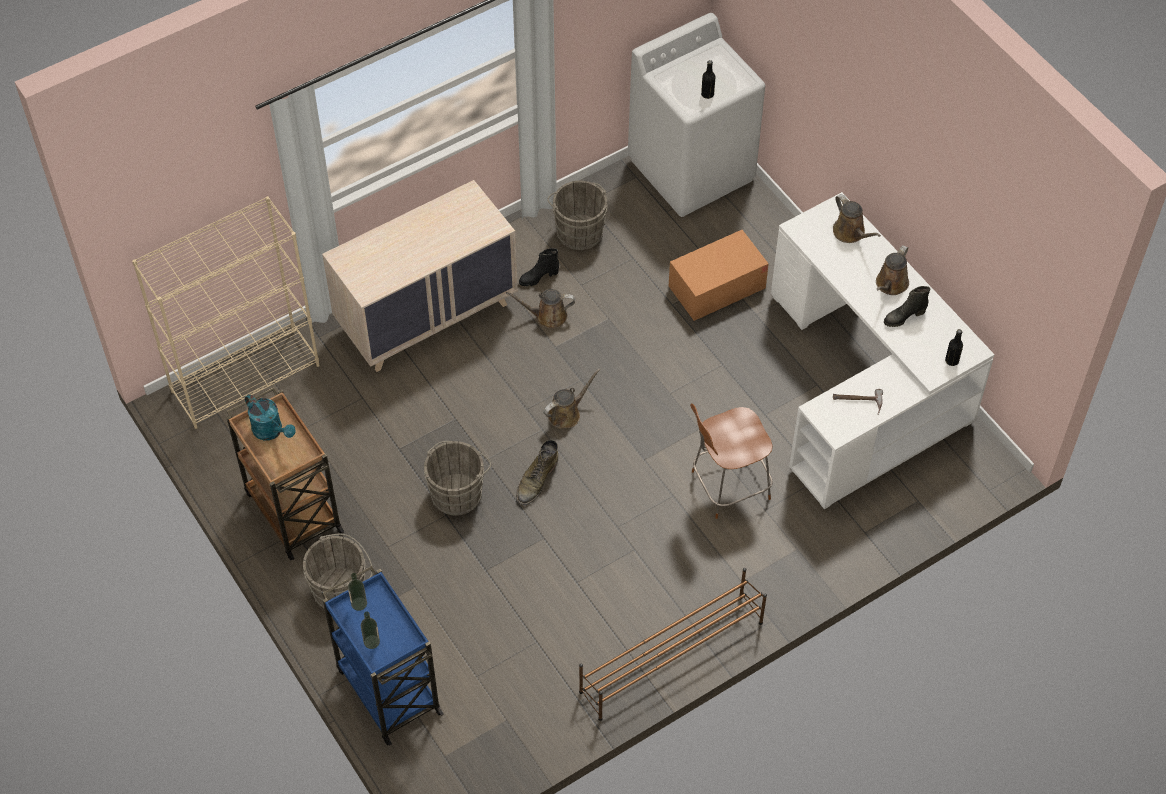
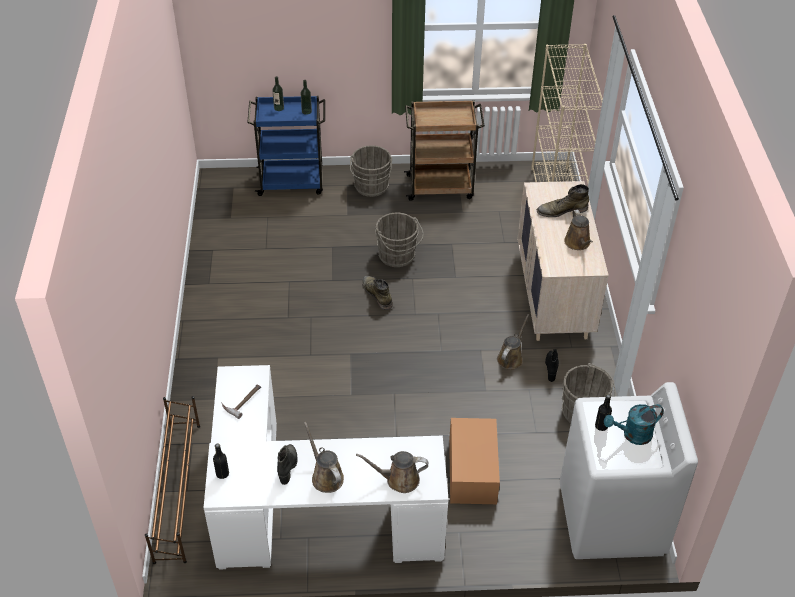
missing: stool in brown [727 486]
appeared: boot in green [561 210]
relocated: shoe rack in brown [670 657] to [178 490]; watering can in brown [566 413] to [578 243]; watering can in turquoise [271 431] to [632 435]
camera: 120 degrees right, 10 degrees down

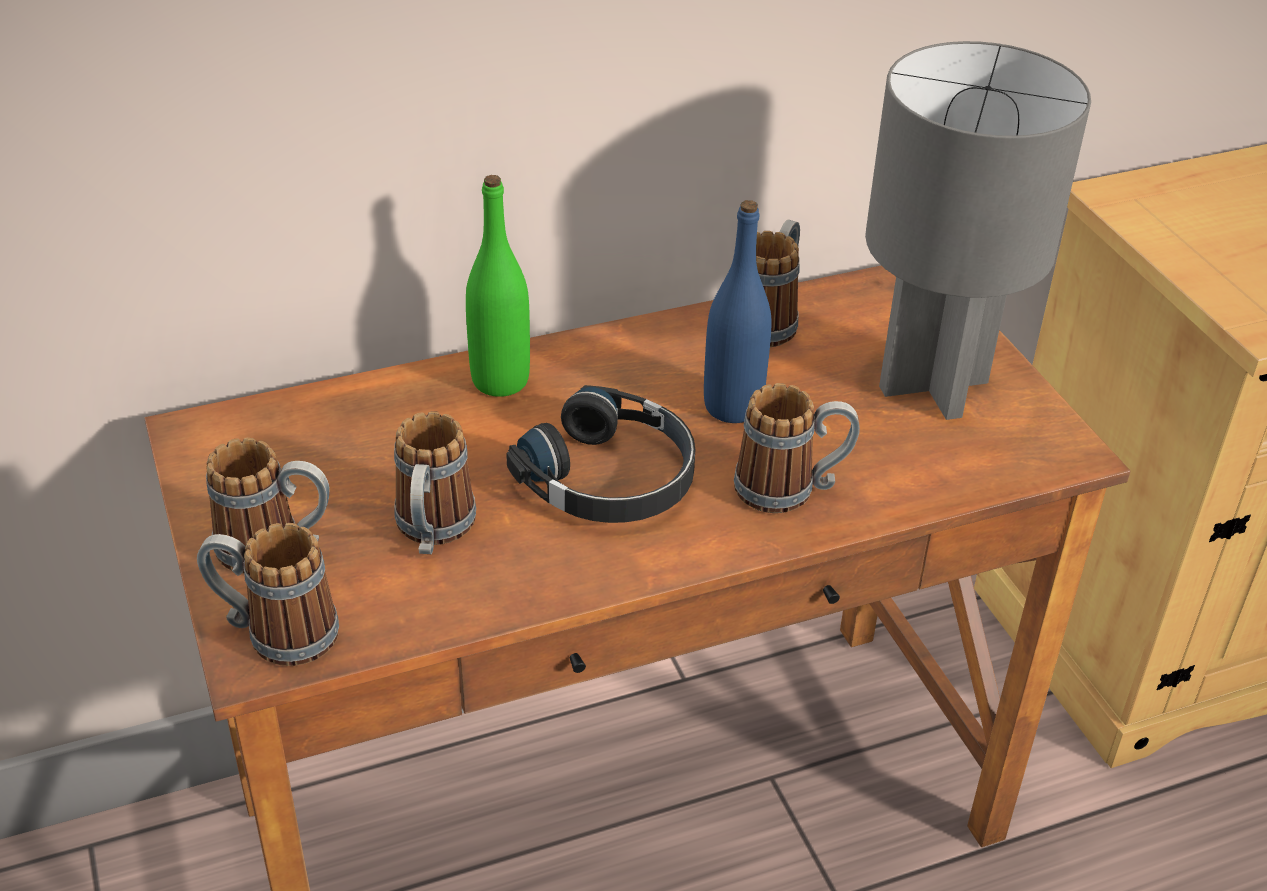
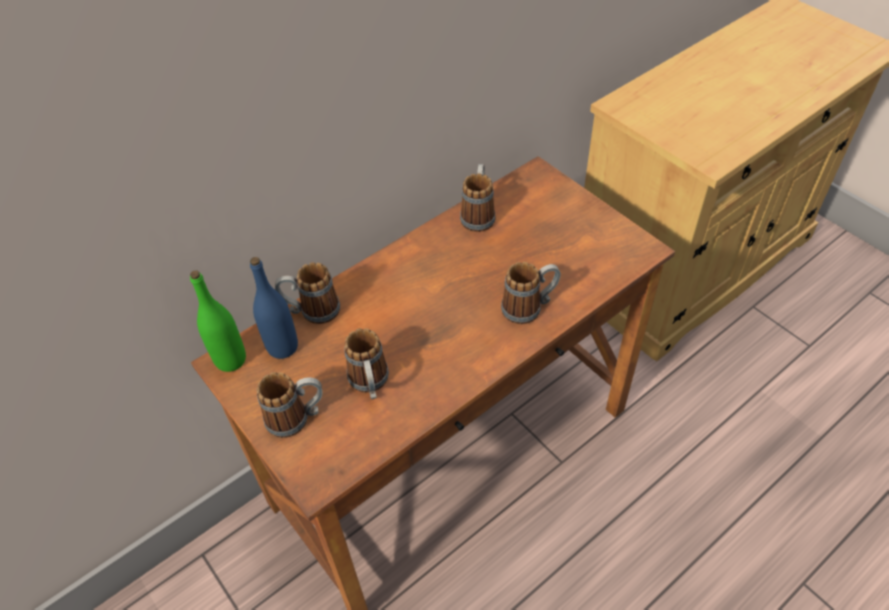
missing: headphones in black [611 478]; table lamp in grey [934 383]
relocated: bottle in green [500 381] to [230 360]; bottle in blue [732 407] to [282 347]; mug [275 633] to [312 311]
camera: 15 degrees left, 10 degrees up

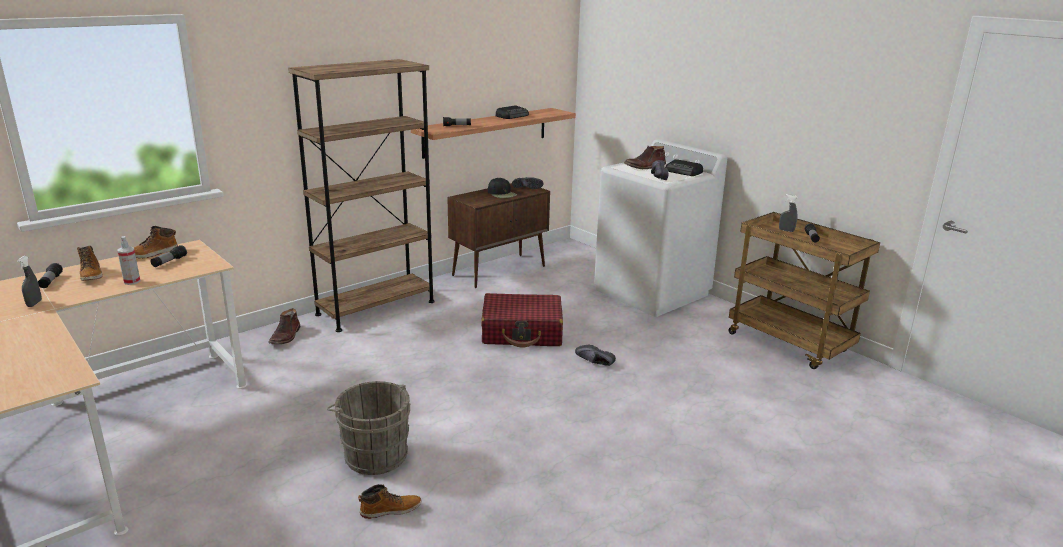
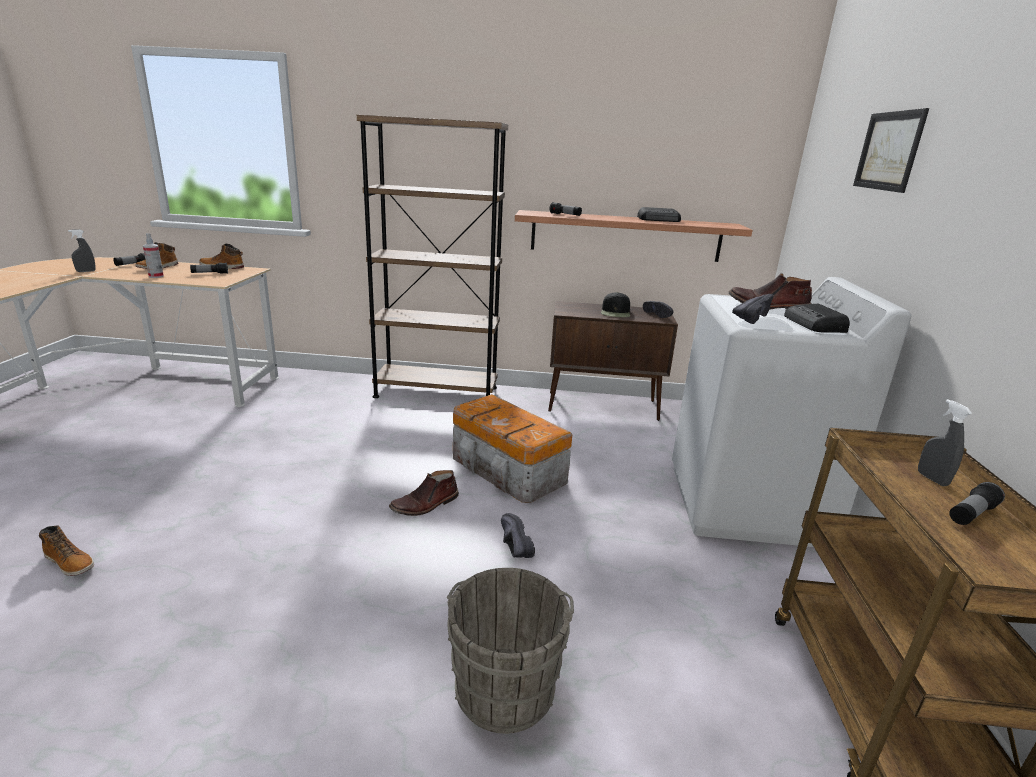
appeared: picture [888 151]
relocated: boot in brown [286 336] to [425 505]; bucket in grey [374 454] to [505 684]
exchanged: suitcase in red [522 332] to storage box [507 471]
camera: 45 degrees right, 0 degrees up

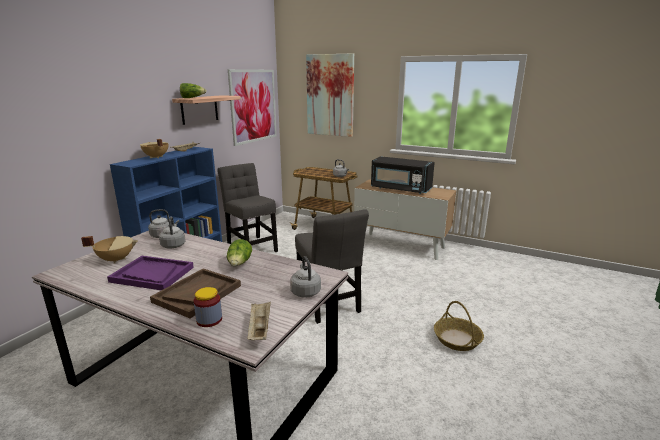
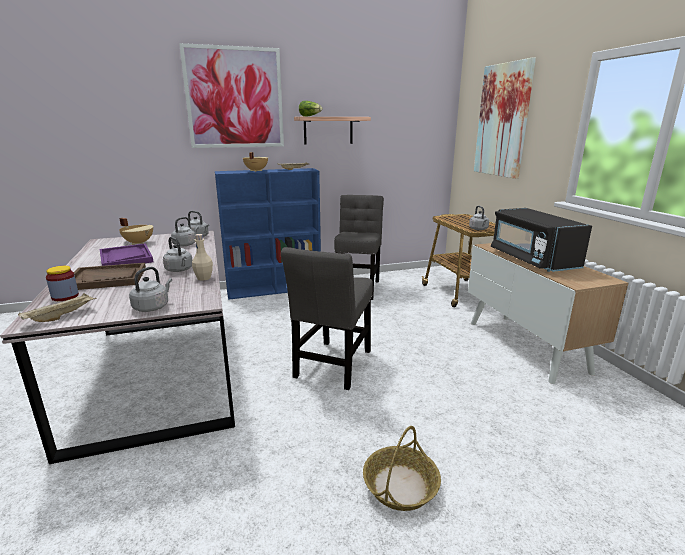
appeared: bottle in beige [204 278]
relocated: picture [253 106] to [235 98]
exchanged: lettuce [239 264] to kettle in grey [180 270]
camera: 45 degrees right, 0 degrees up

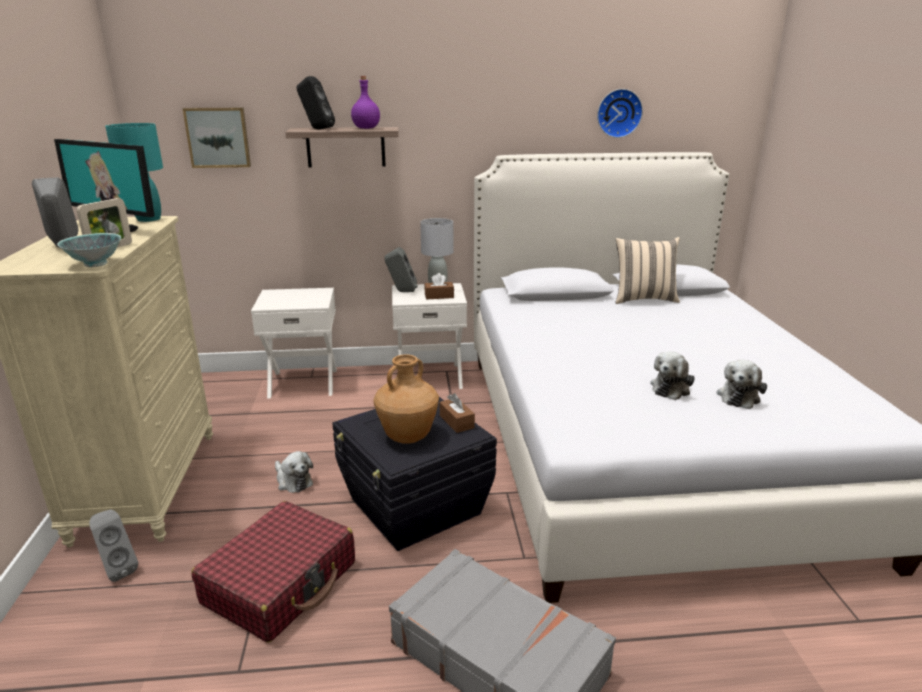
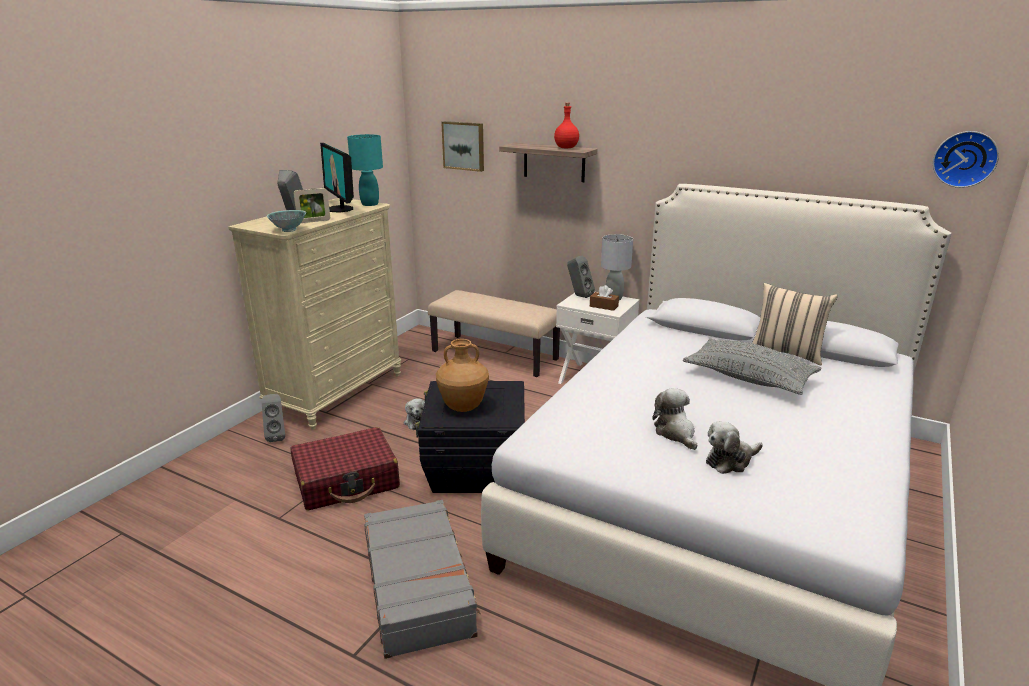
missing: speaker in black [316 129]; tissue box in brown [456 422]
appeared: pillow in grey [749 378]
relocated: wall clock [618 113] to [964 159]
exchanged: nightstand in white [303 382] to bench in beige [495 355]
colour: bottle in purple [366 128] to bottle in red [566 148]
spun: plush toy [671 388] = [675 433] 90 degrees clockwise
camera: 35 degrees right, 0 degrees up

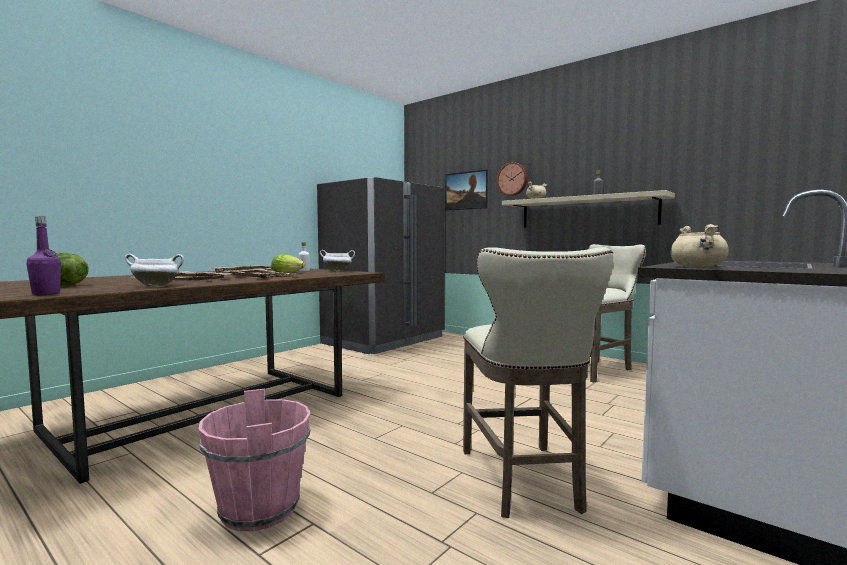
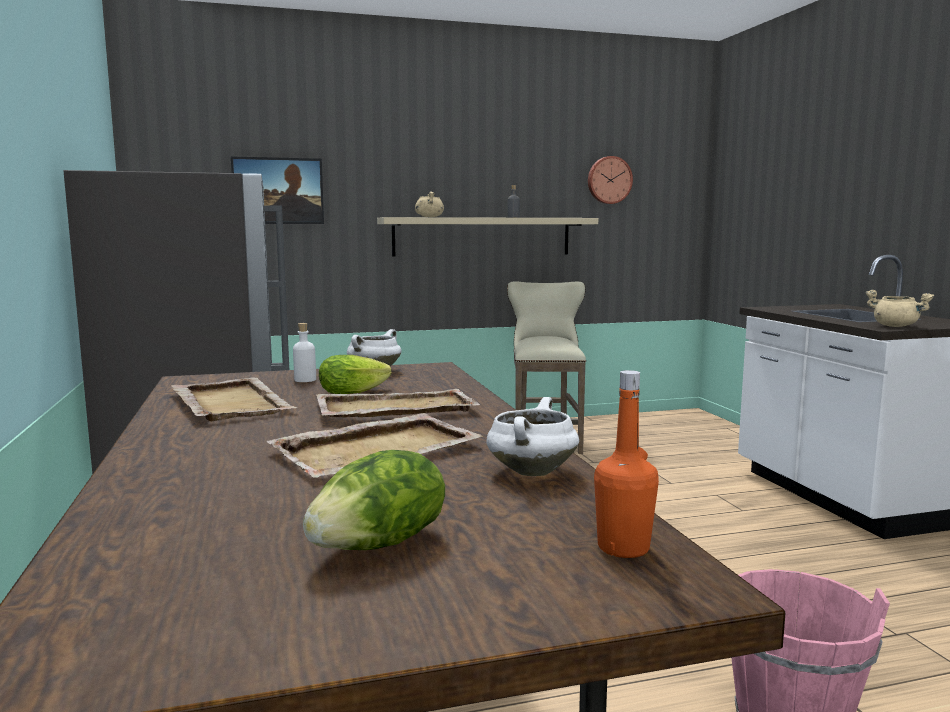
missing: stool in beige [523 482]
relocated: wall clock [512 179] to [609 180]
colour: bottle in purple [46 294] to bottle in orange [623 548]
camera: 55 degrees left, 5 degrees up

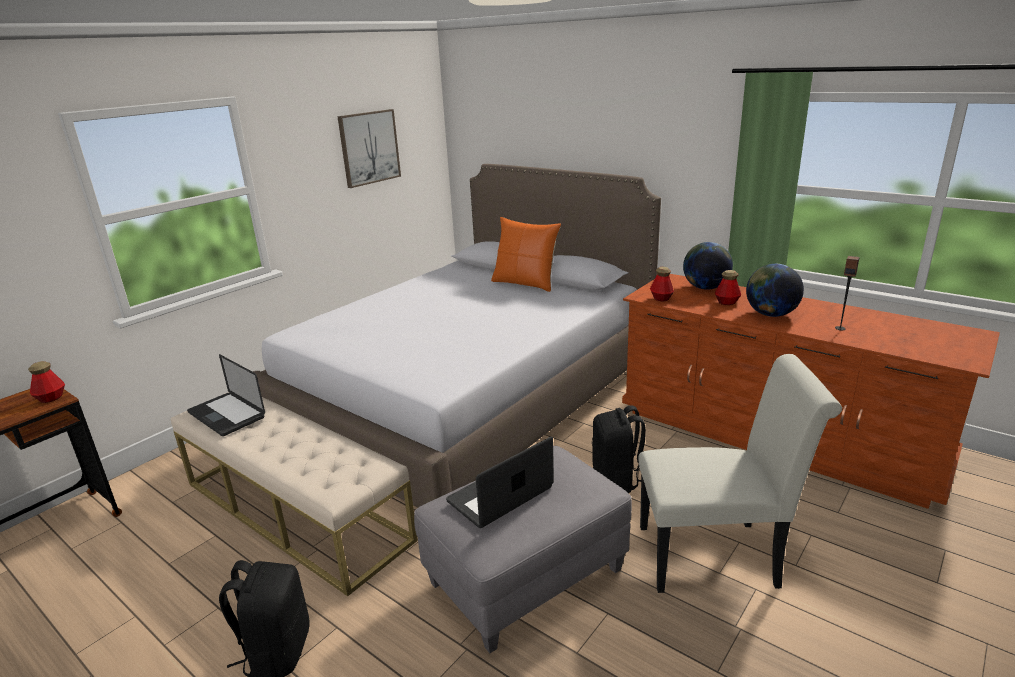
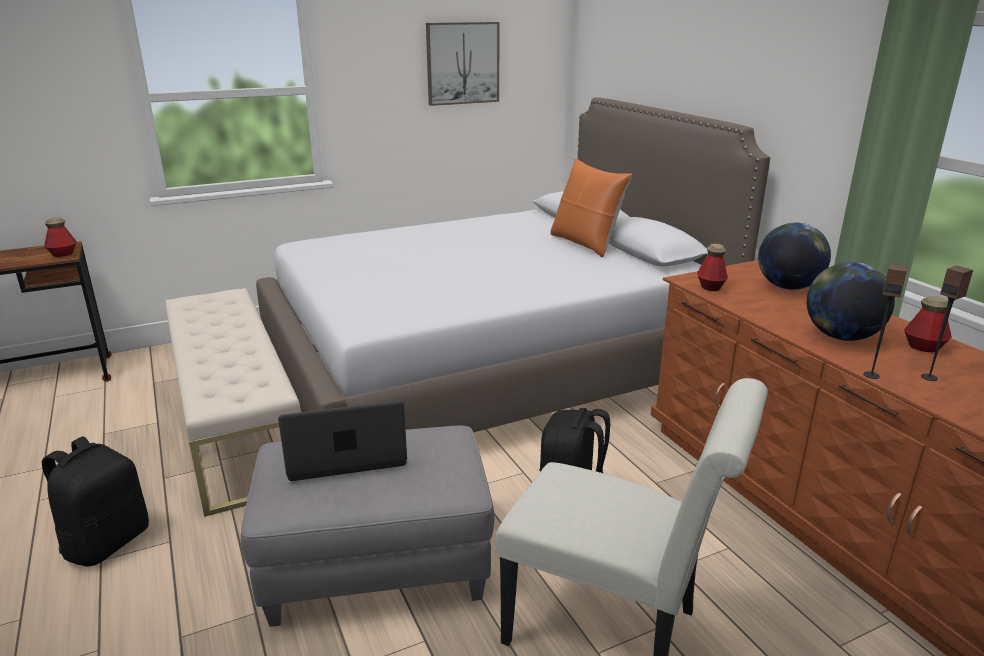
missing: laptop [227 415]
appeared: speaker [871 375]
relocated: bottle [727 302] to [923 347]
camera: 25 degrees right, 0 degrees up

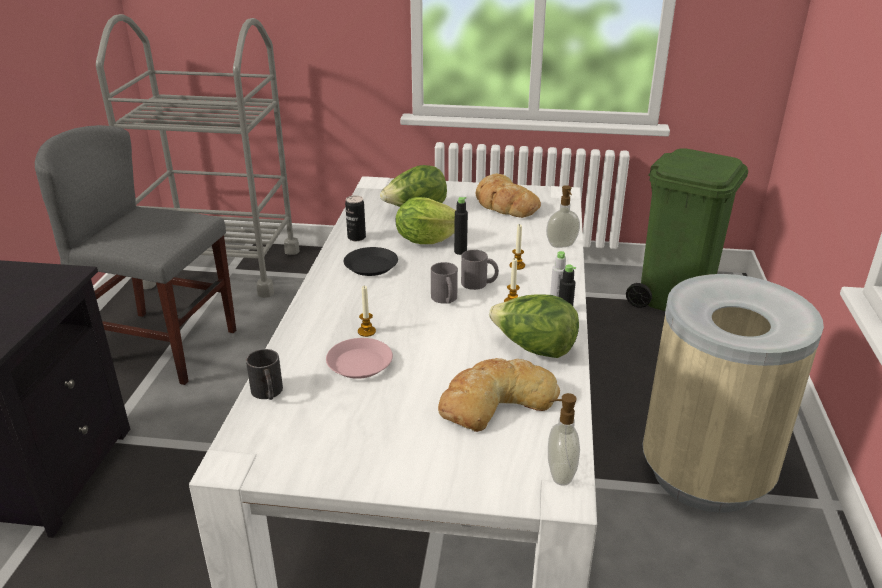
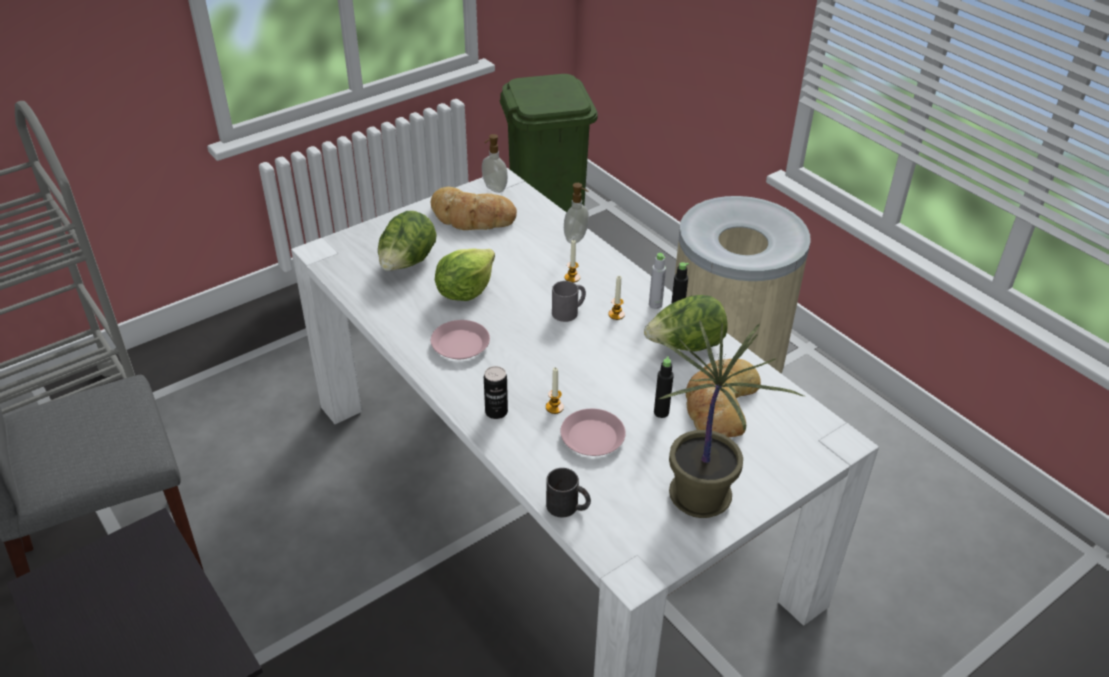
missing: mug in grey [445 299]
appeared: potted plant [702 499]
relocated: soap dispenser [559 474] to [494 188]; can [356 237] to [496 412]; bottle in black [460 251] to [661 412]
colour: plate in black [371 266] to plate in pink [461 344]
camera: 45 degrees left, 10 degrees up

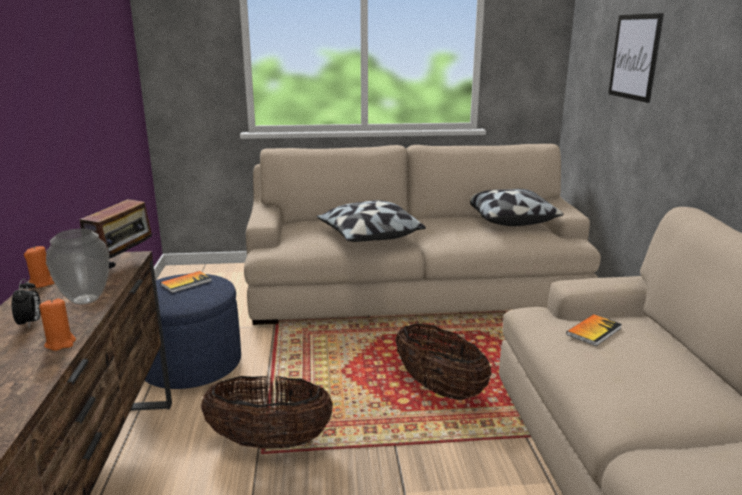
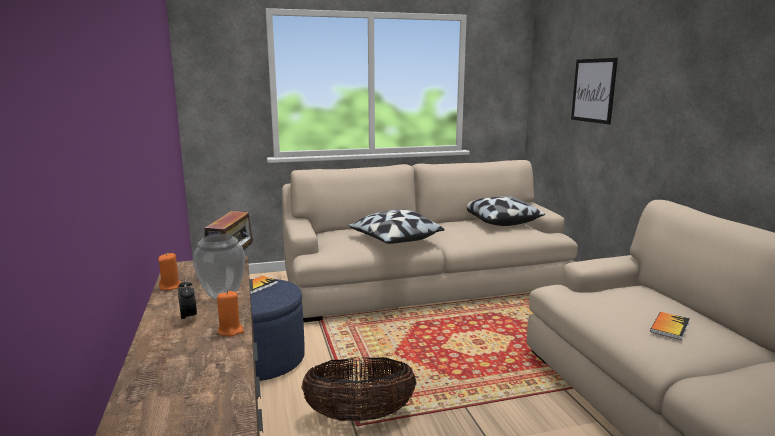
missing: basket [439 388]
relocated: book [593 331] to [669 327]
camera: 10 degrees left, 5 degrees down

